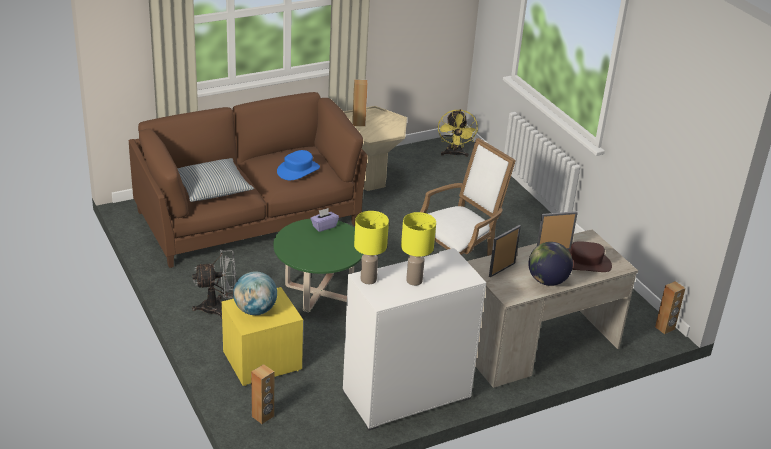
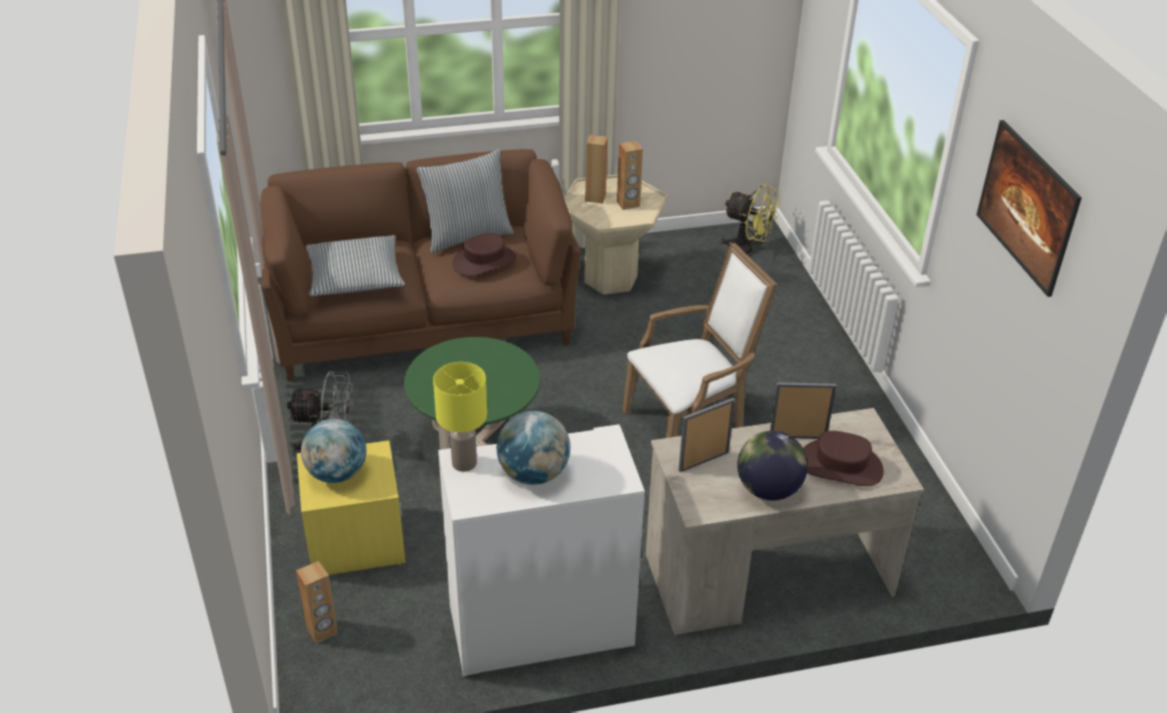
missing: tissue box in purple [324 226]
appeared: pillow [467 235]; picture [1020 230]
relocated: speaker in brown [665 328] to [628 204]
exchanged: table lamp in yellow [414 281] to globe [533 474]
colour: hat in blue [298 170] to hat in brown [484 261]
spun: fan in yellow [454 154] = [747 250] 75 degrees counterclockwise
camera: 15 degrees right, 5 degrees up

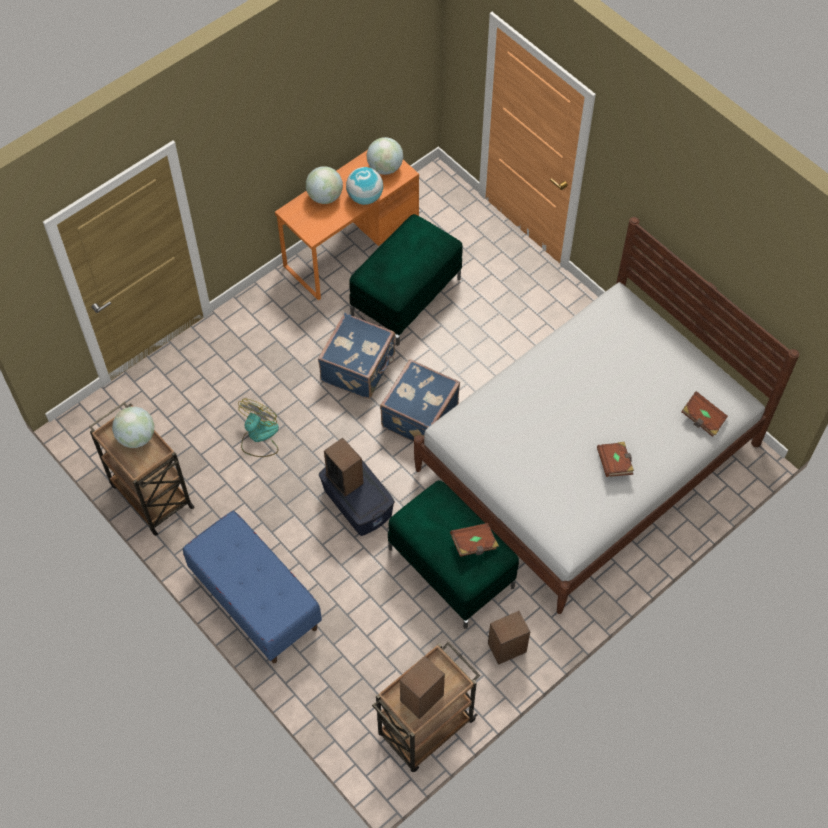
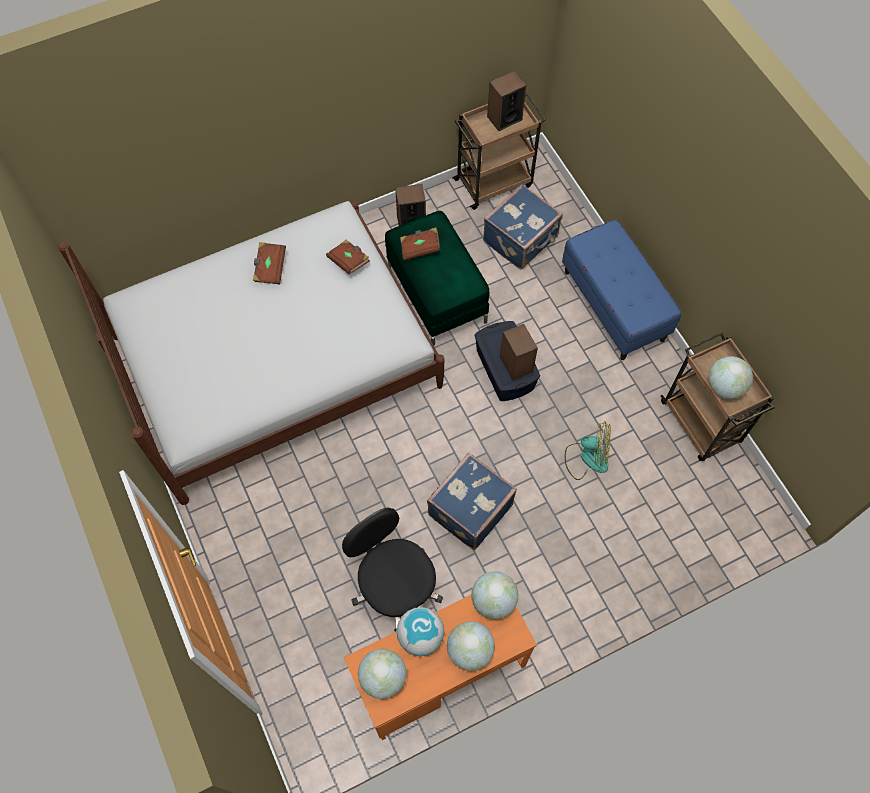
appeared: globe [493 600]
relocated: book in brown [702 419] to [349 261]; suitcase in blue [418 415] to [521 240]
exchanged: ottoman in green [406 297] to office chair in black [395 585]
spun: fan [259 437] = [587 457] 120 degrees counterclockwise
camera: 165 degrees left, 5 degrees up

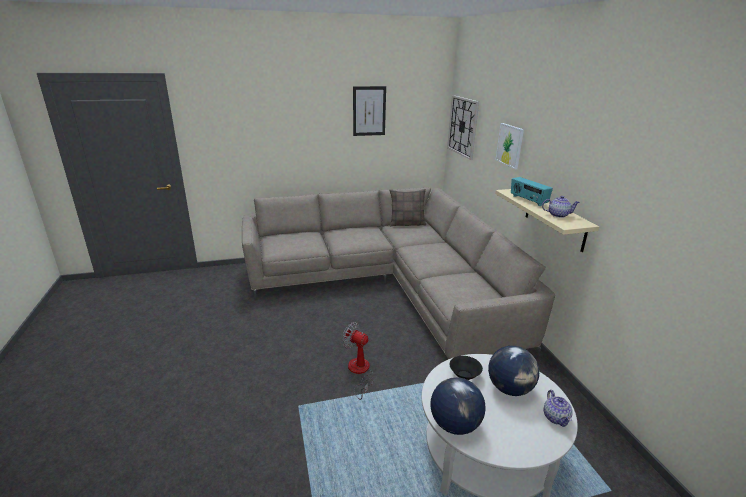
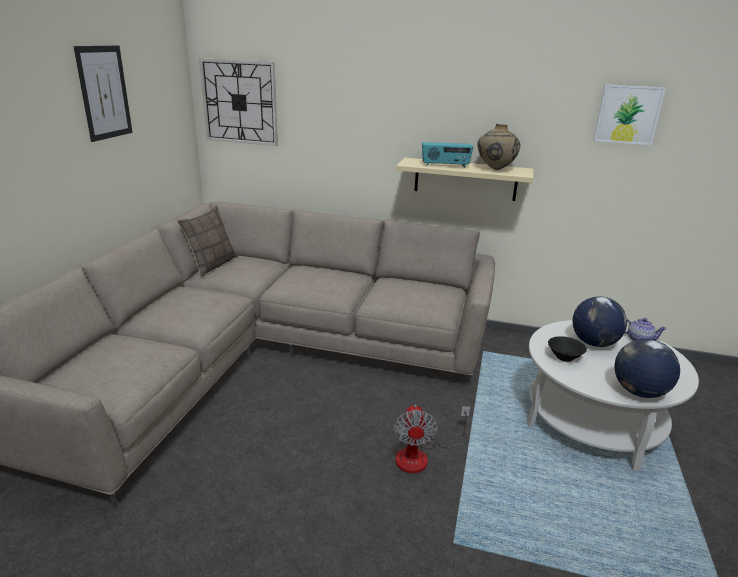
relocated: picture [509 145] to [628 114]
exchanged: teapot [558 215] to vase in beige [495 169]
spun: fan [359 372] = [421 456] 60 degrees counterclockwise
camera: 60 degrees left, 0 degrees up

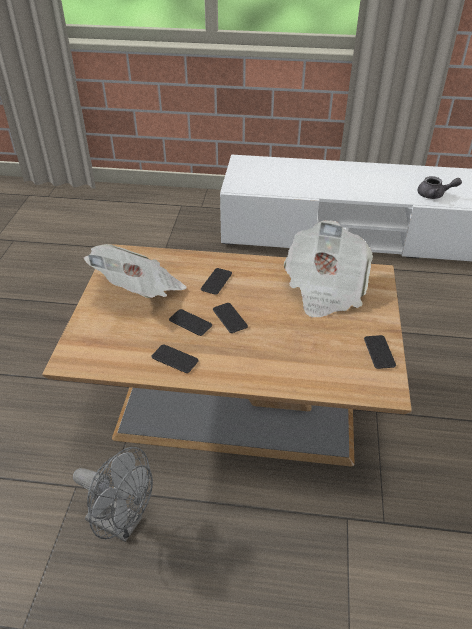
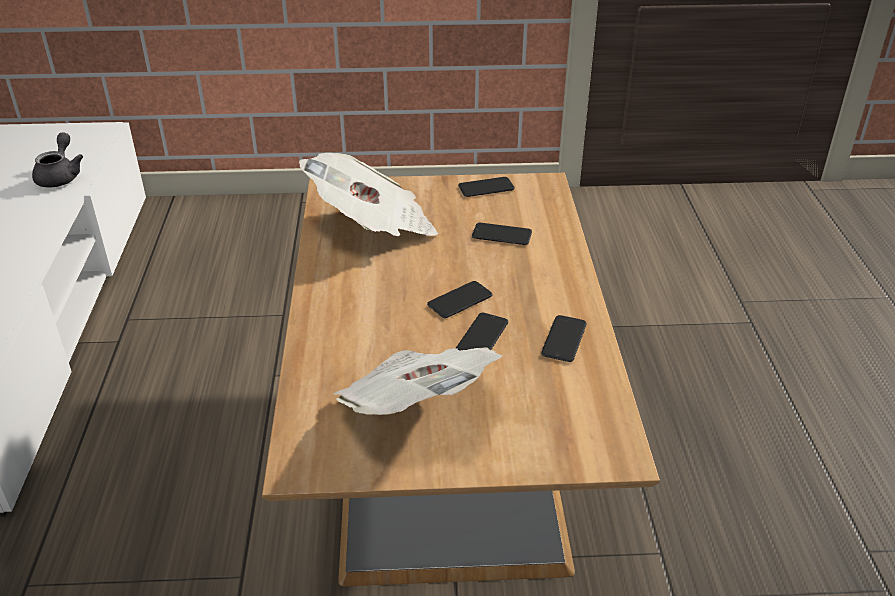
missing: fan in grey [122 523]
relocated: phone [216 281] to [502 235]
camera: 100 degrees left, 5 degrees down

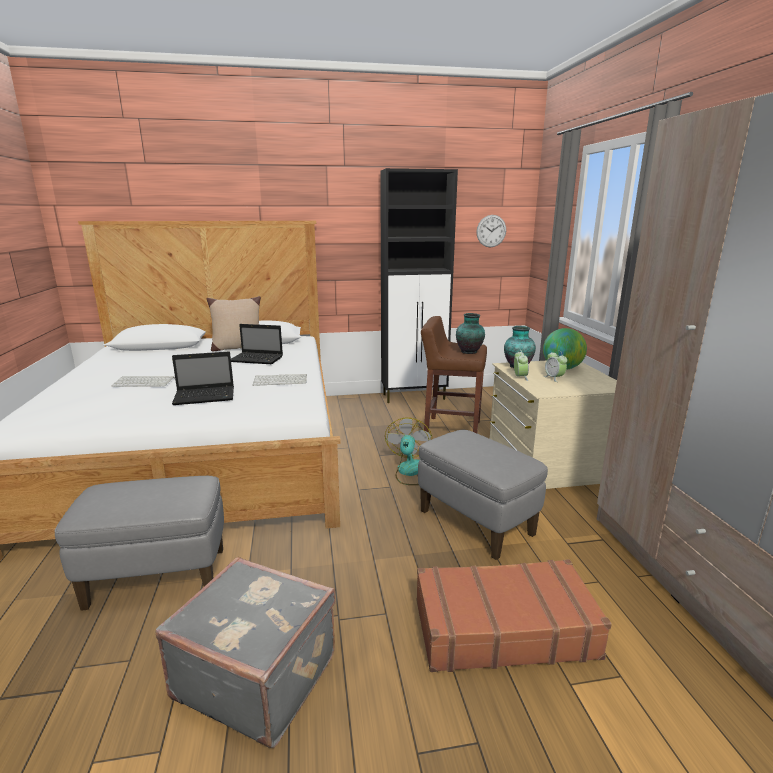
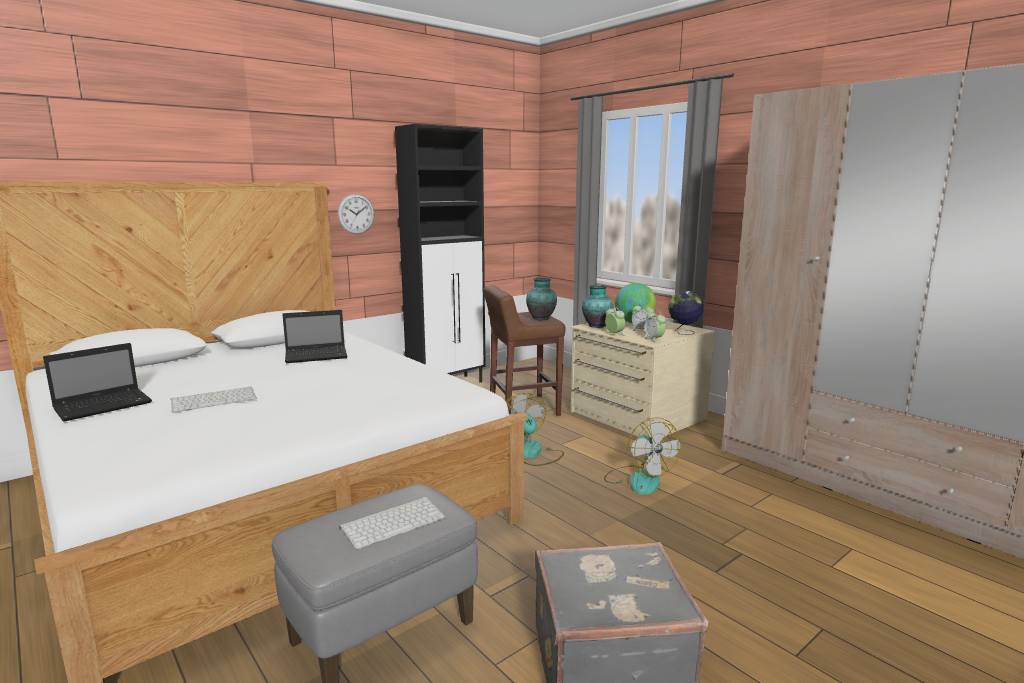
missing: pillow in beige [237 349]; suitcase in brown [502 628]
appeared: alarm clock [654 339]; globe [683 333]
relocated: laptop [206 396] to [105 405]; wall clock [491 231] to [356 214]; keyboard [281 380] to [393 522]
exchanged: ottoman in grey [476 523] to fan [639 479]
camera: 30 degrees left, 5 degrees down

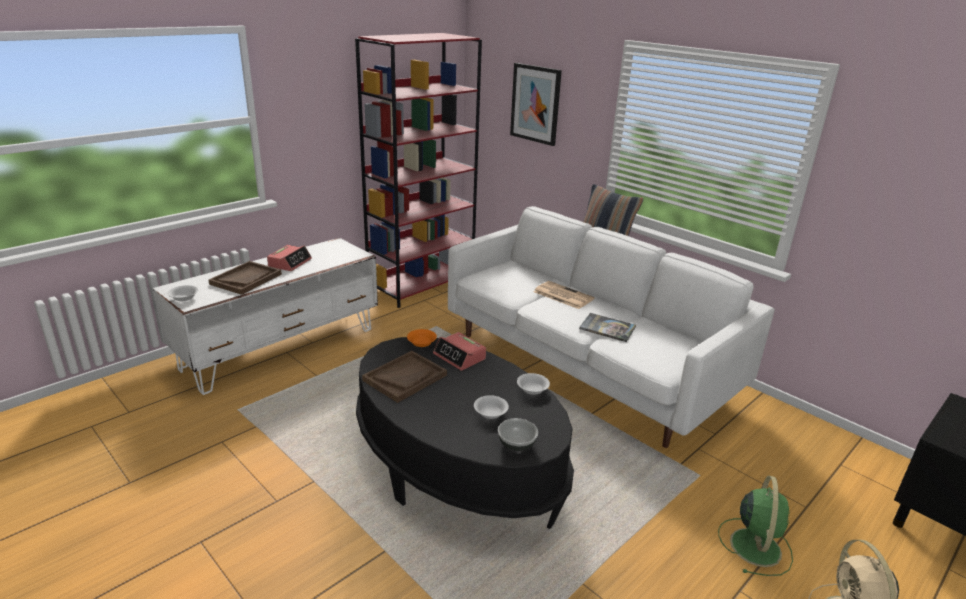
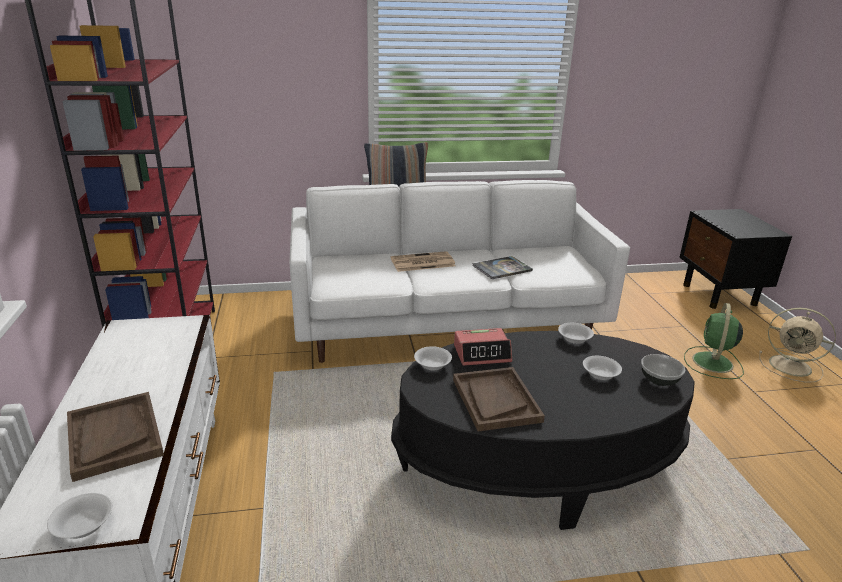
missing: alarm clock [290 263]; picture [535 104]
colour: bowl in orange [422 343] to bowl in white [432 365]
spun: fan in green [755 545] = [712 363] 120 degrees counterclockwise
camera: 55 degrees left, 0 degrees up

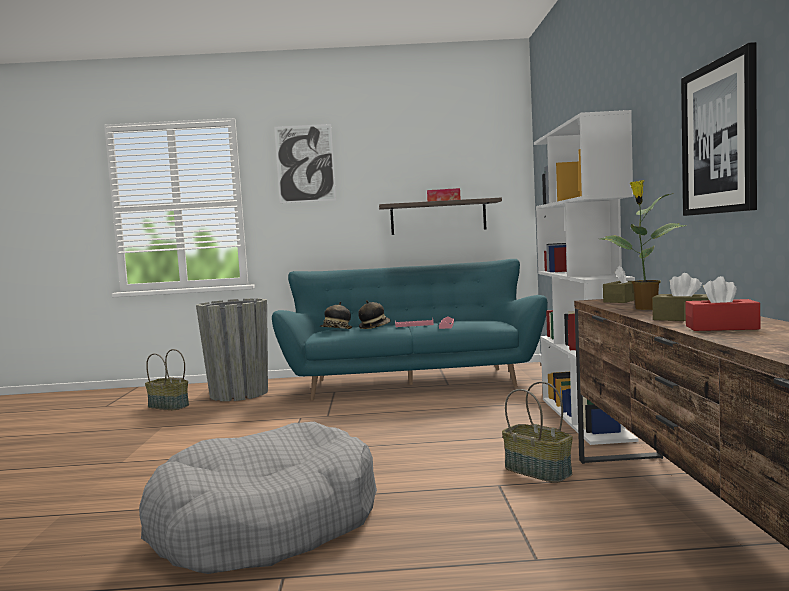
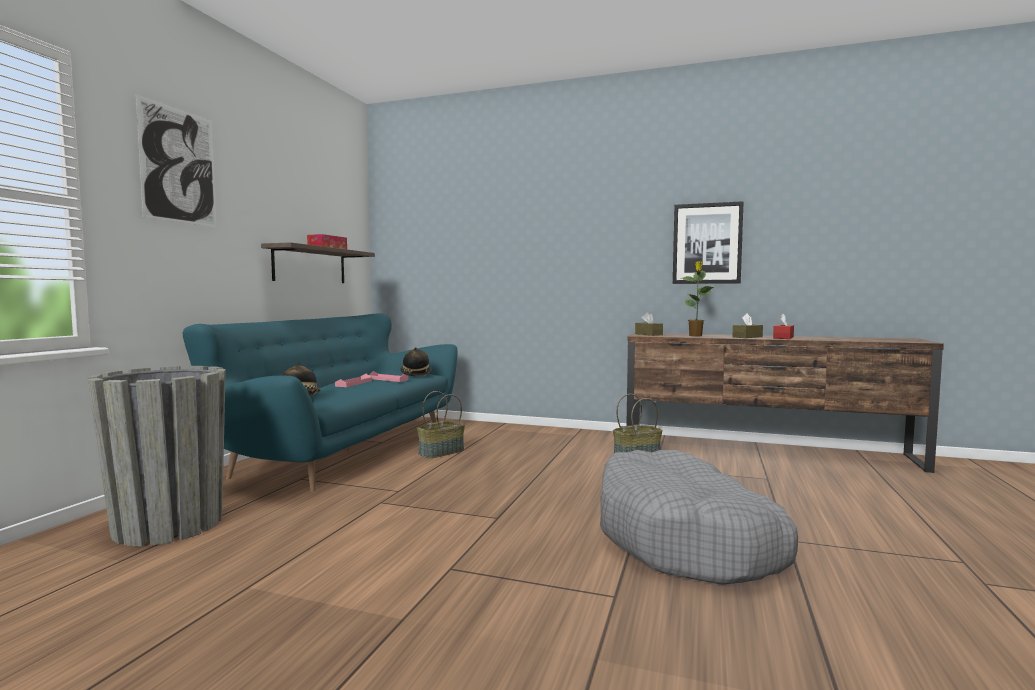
missing: bookcase in white [586 418]
relocated: hat [374 327] to [416 374]; basket [167 406] to [441 452]
camera: 70 degrees left, 0 degrees up

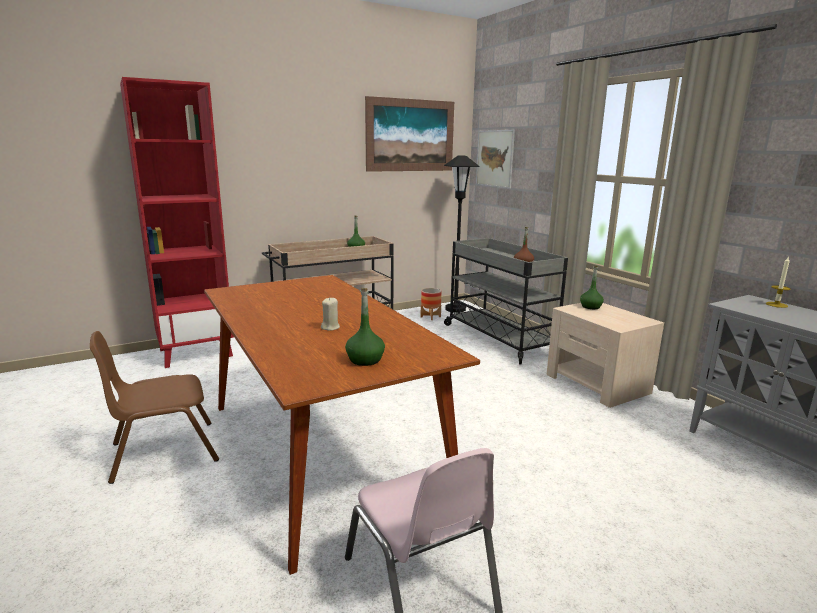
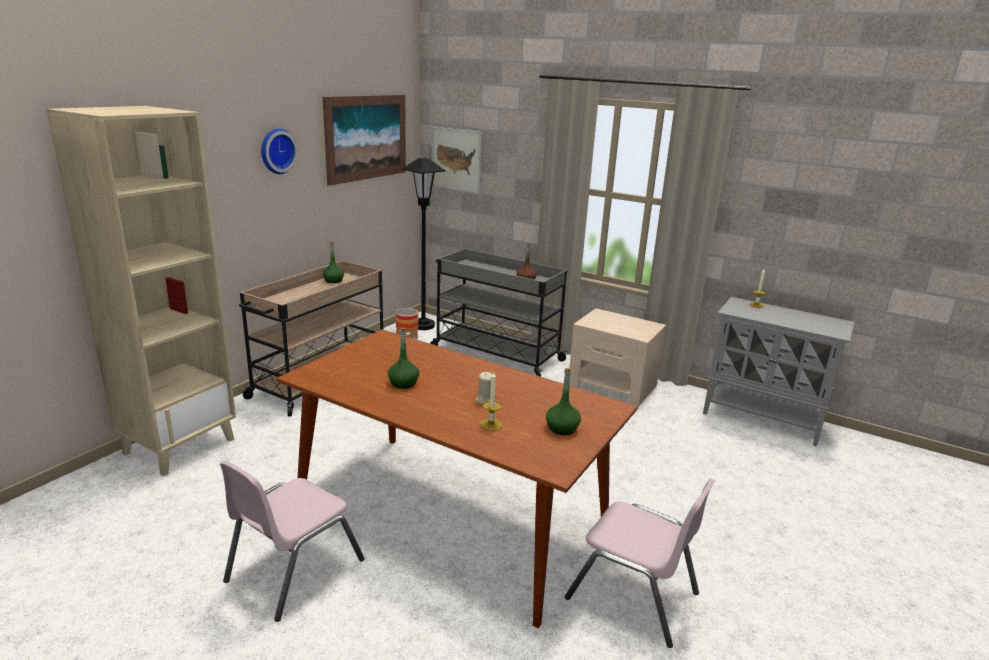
appeared: wall clock [276 151]; candle [491 424]
relocated: bottle in green [590 307] to [403 383]
colour: bookcase in red [196 352] to bookcase in beige [179 445]; chair in brown [164 451] to chair in pink [293 570]
camera: 30 degrees left, 5 degrees up

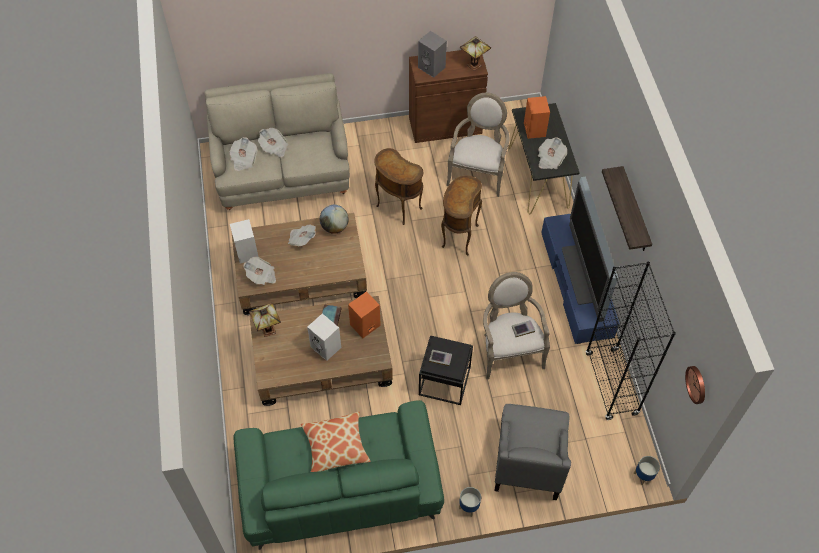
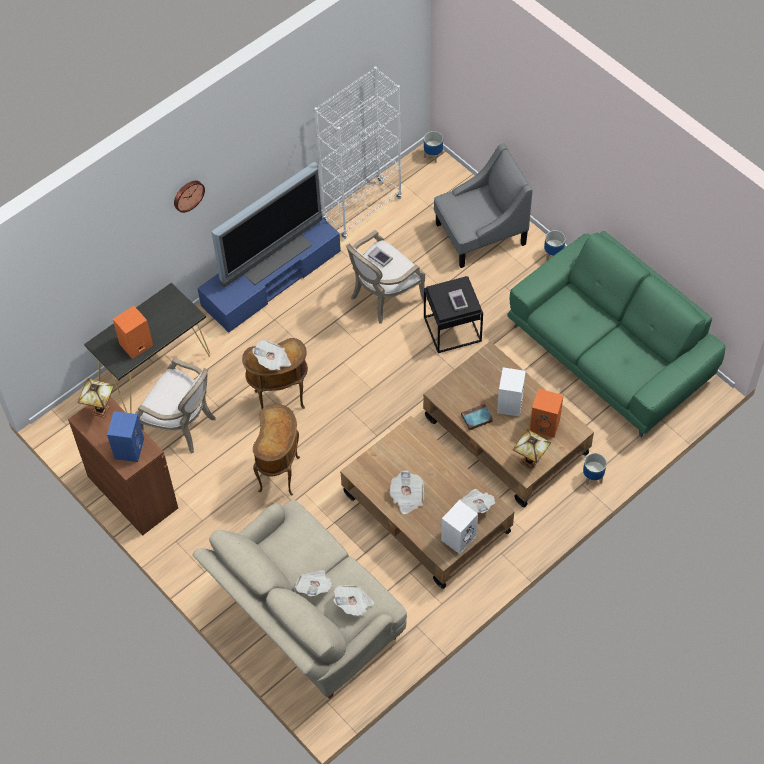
missing: pillow [335 446]; globe [335 227]; shelf [635 211]
appeared: planter [592 477]
relocated: wall clock [697 384] to [188 195]; newspaper [550 159] to [273 361]; speaker in orange [365 326] to [545 424]
colour: speaker in grey [432 67] to speaker in blue [129 448]; bookcase in black [611 384] to bookcase in white [362 210]
spun: armchair [478 172] = [182 426] 135 degrees counterclockwise
camera: 120 degrees left, 0 degrees up

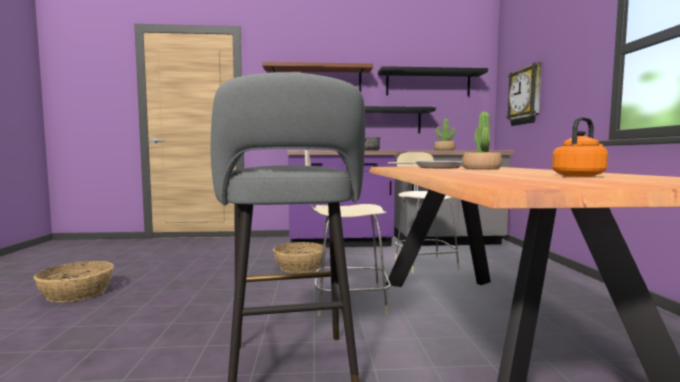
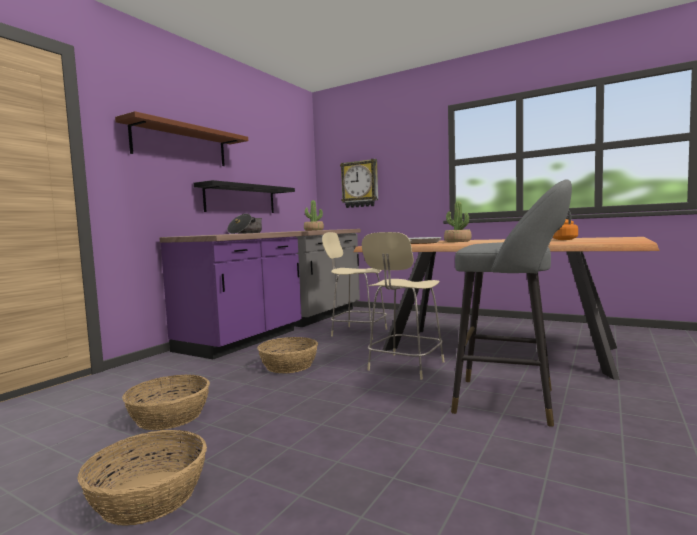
missing: shelf in black [428 84]
appeared: basket [169 416]
camera: 55 degrees left, 0 degrees up

